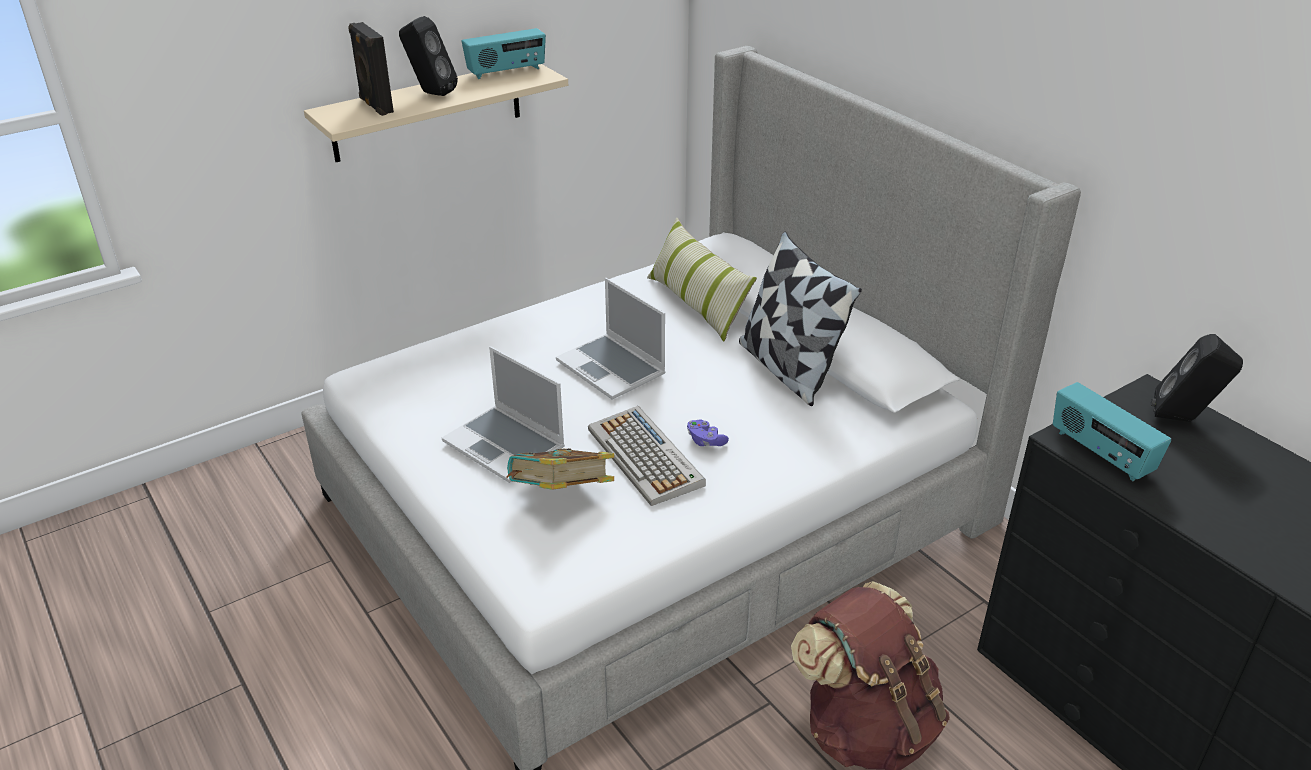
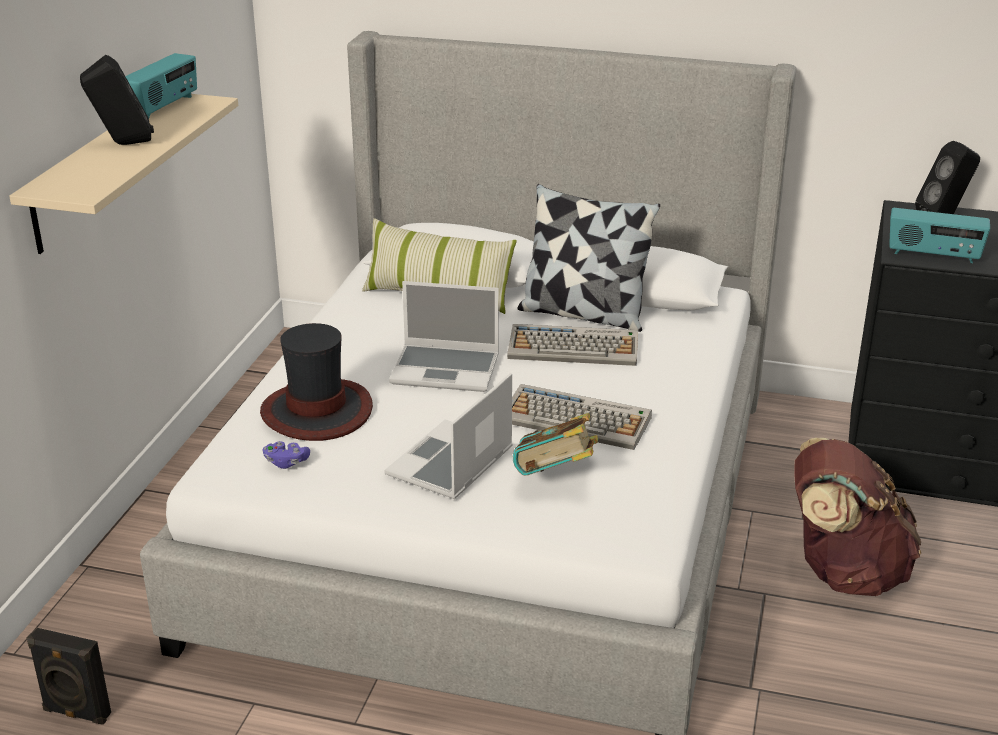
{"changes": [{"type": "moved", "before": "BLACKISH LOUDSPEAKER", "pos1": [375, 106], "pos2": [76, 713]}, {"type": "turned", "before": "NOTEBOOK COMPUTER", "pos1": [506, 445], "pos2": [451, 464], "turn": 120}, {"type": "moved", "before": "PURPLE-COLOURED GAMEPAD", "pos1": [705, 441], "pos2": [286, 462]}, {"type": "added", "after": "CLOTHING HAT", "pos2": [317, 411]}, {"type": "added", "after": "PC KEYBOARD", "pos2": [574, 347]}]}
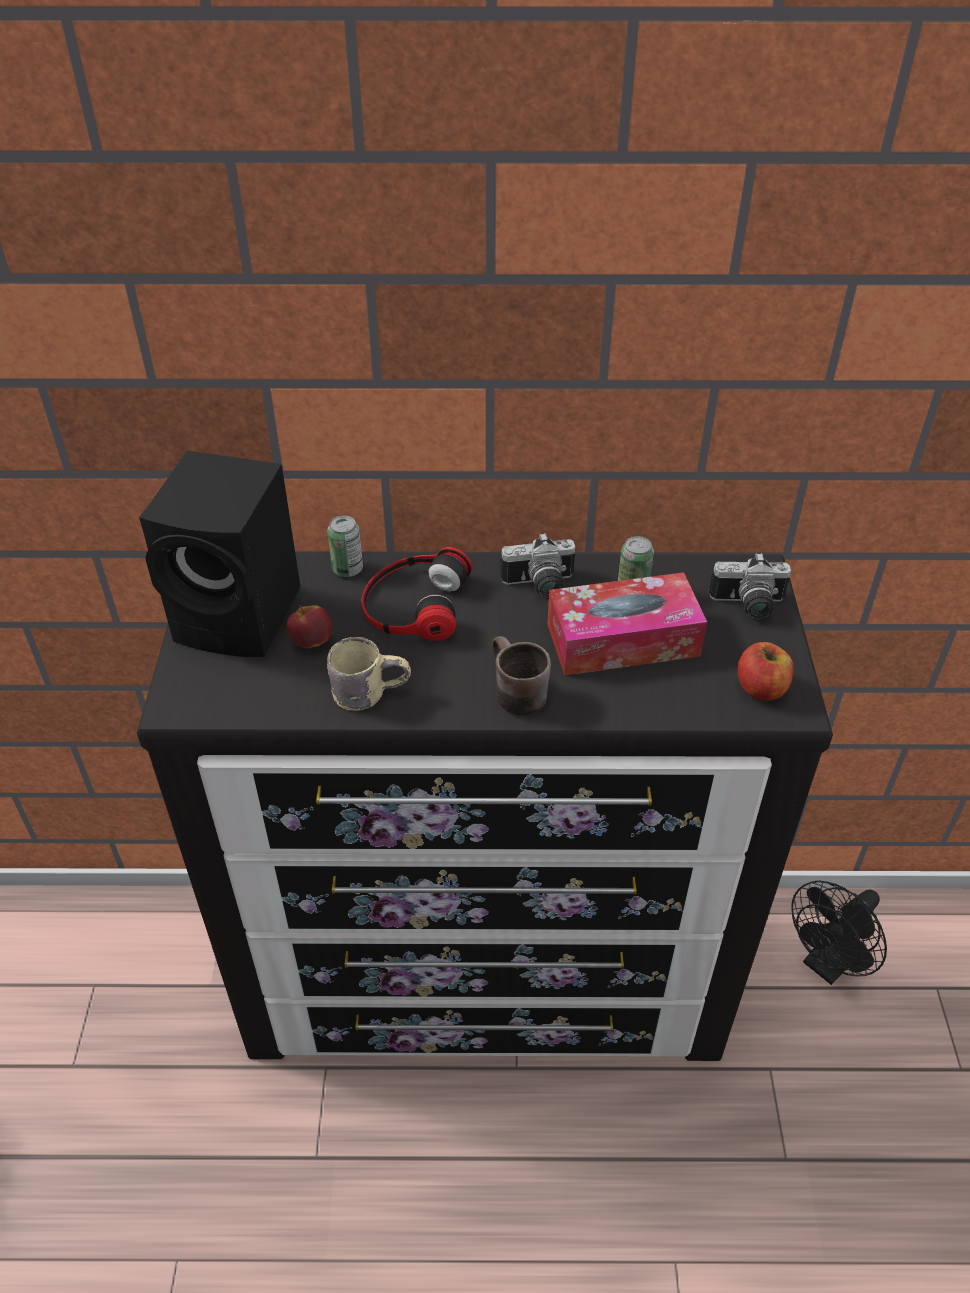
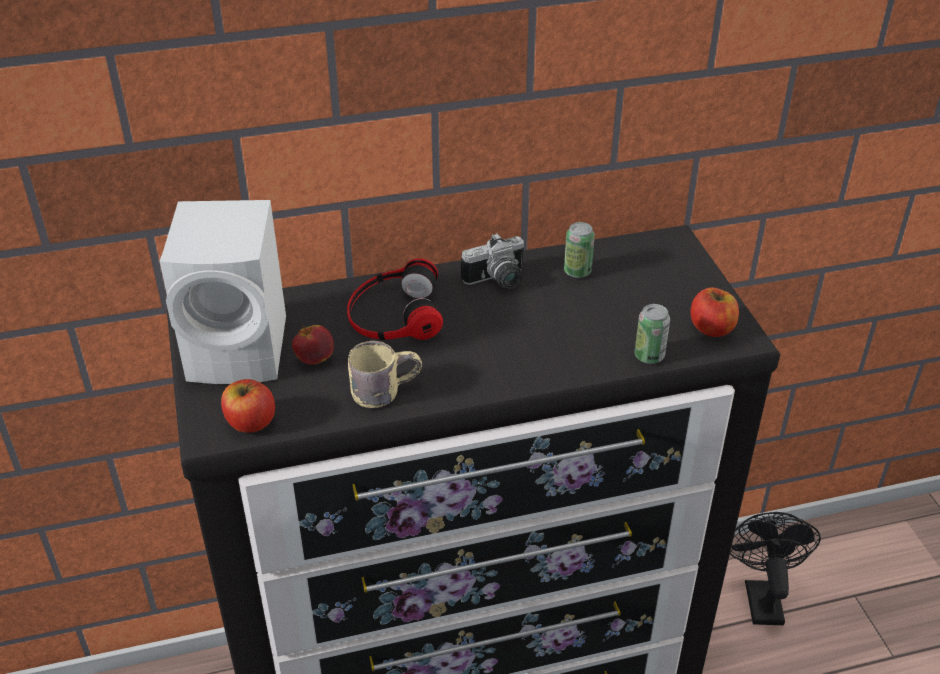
{"changes": [{"type": "recoloured", "before": "BLACKISH LOUDSPEAKER", "after": "WHITE-COLOURED LOUDSPEAKER", "pos1": [242, 616], "pos2": [242, 350]}, {"type": "moved", "before": "CAN", "pos1": [347, 569], "pos2": [649, 356]}, {"type": "removed", "before": "BROWN-COLOURED TEA MUG", "pos1": [512, 692]}, {"type": "removed", "before": "TISSUE HOLDER", "pos1": [622, 640]}, {"type": "removed", "before": "PHOTO CAMERA", "pos1": [748, 606]}, {"type": "turned", "before": "BLACKISH ELECTRIC FAN", "pos1": [828, 964], "pos2": [761, 596], "turn": 150}, {"type": "added", "after": "APPLE", "pos2": [250, 422]}]}
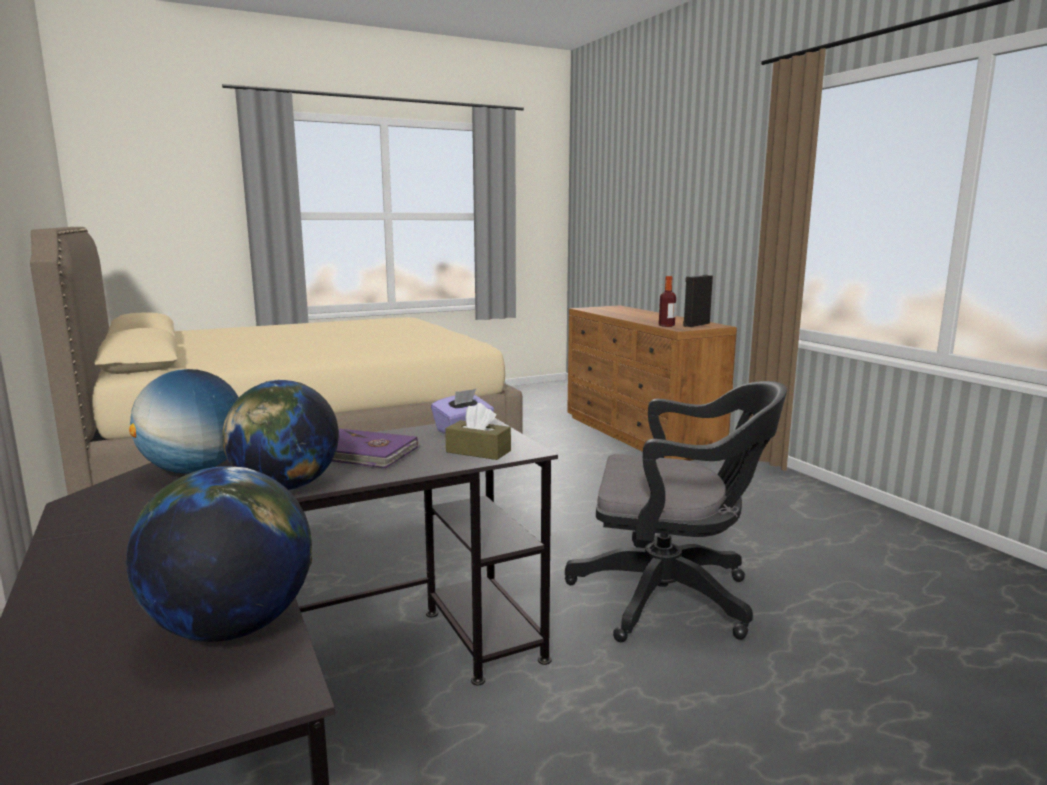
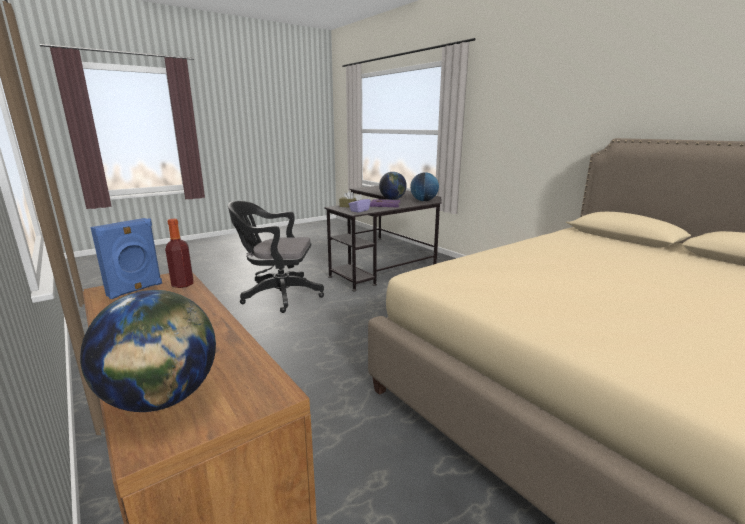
{"changes": [{"type": "moved", "before": "GLOBE", "pos1": [232, 628], "pos2": [162, 399]}, {"type": "recoloured", "before": "BLACKISH LOUDSPEAKER", "after": "BLUE LOUDSPEAKER", "pos1": [695, 325], "pos2": [136, 290]}]}
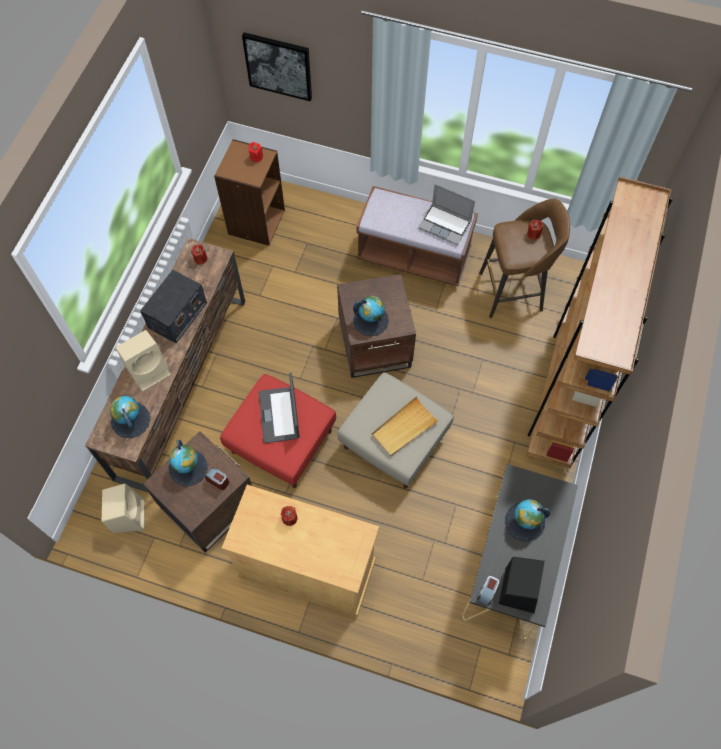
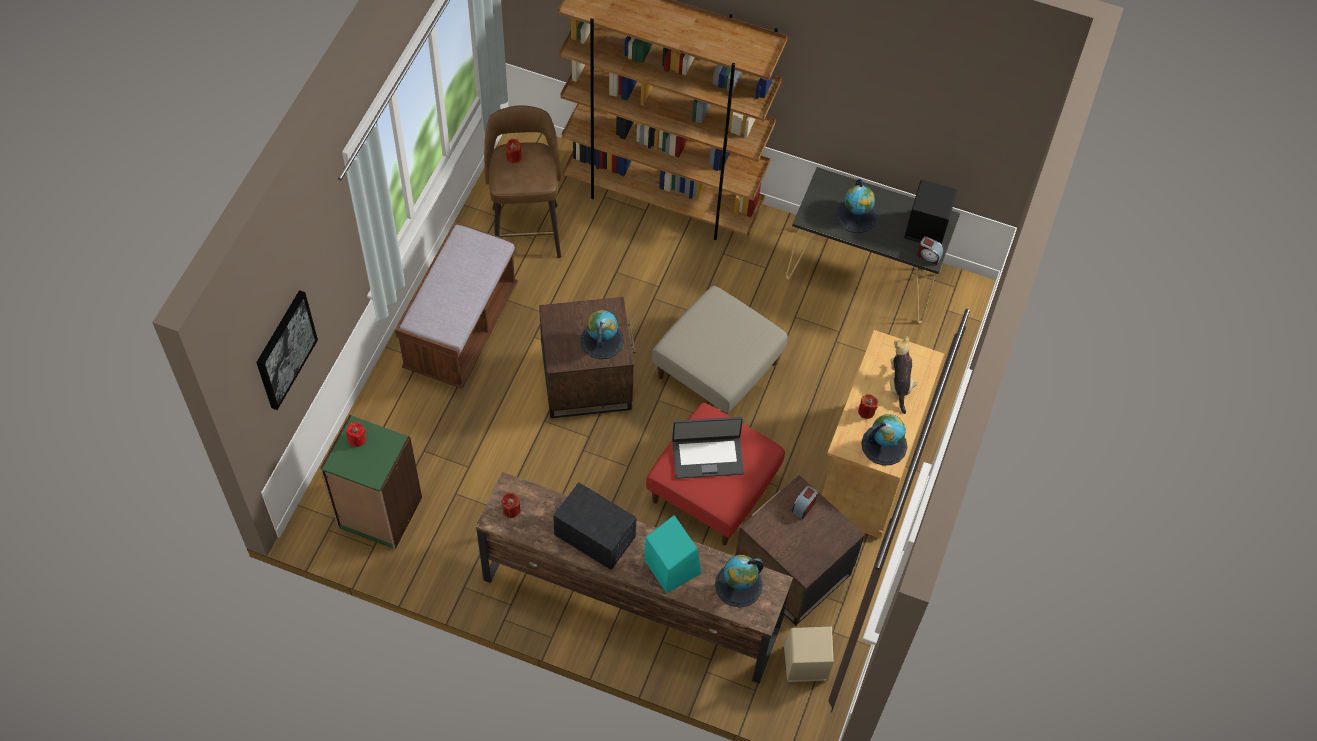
{"changes": [{"type": "recoloured", "before": "BEIGE-COLOURED LOUDSPEAKER", "after": "BLUE-GREEN LOUDSPEAKER", "pos1": [149, 370], "pos2": [671, 566]}, {"type": "moved", "before": "GLOBE", "pos1": [188, 467], "pos2": [884, 445]}, {"type": "recoloured", "before": "BROWN-COLOURED BOOKCASE", "after": "GREENISH BOOKCASE", "pos1": [255, 222], "pos2": [379, 513]}, {"type": "removed", "before": "BEIGE-COLOURED CARRYING TRAY", "pos1": [404, 428]}, {"type": "removed", "before": "NOTEBOOK COMPUTER", "pos1": [445, 224]}, {"type": "added", "after": "SOFT TOY", "pos2": [899, 383]}]}
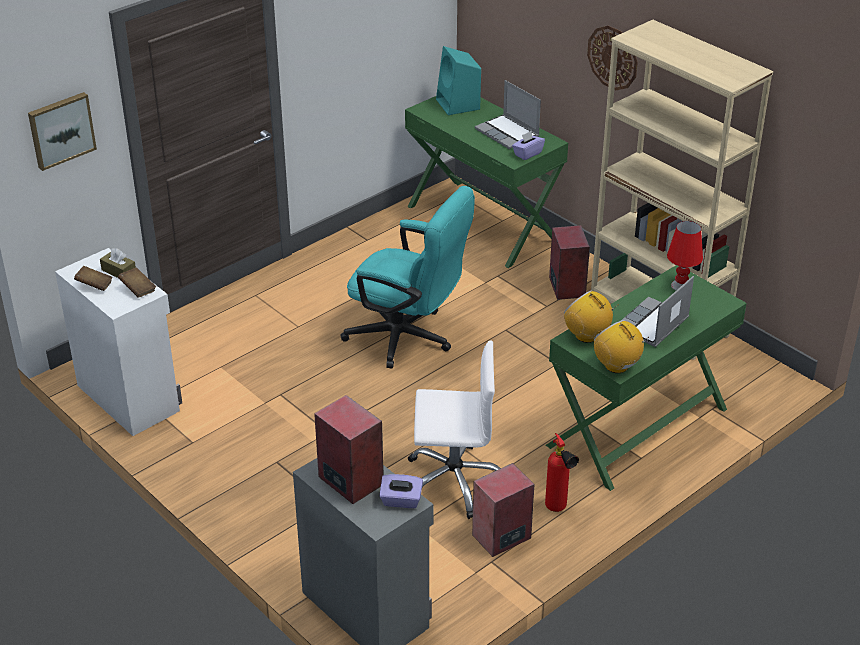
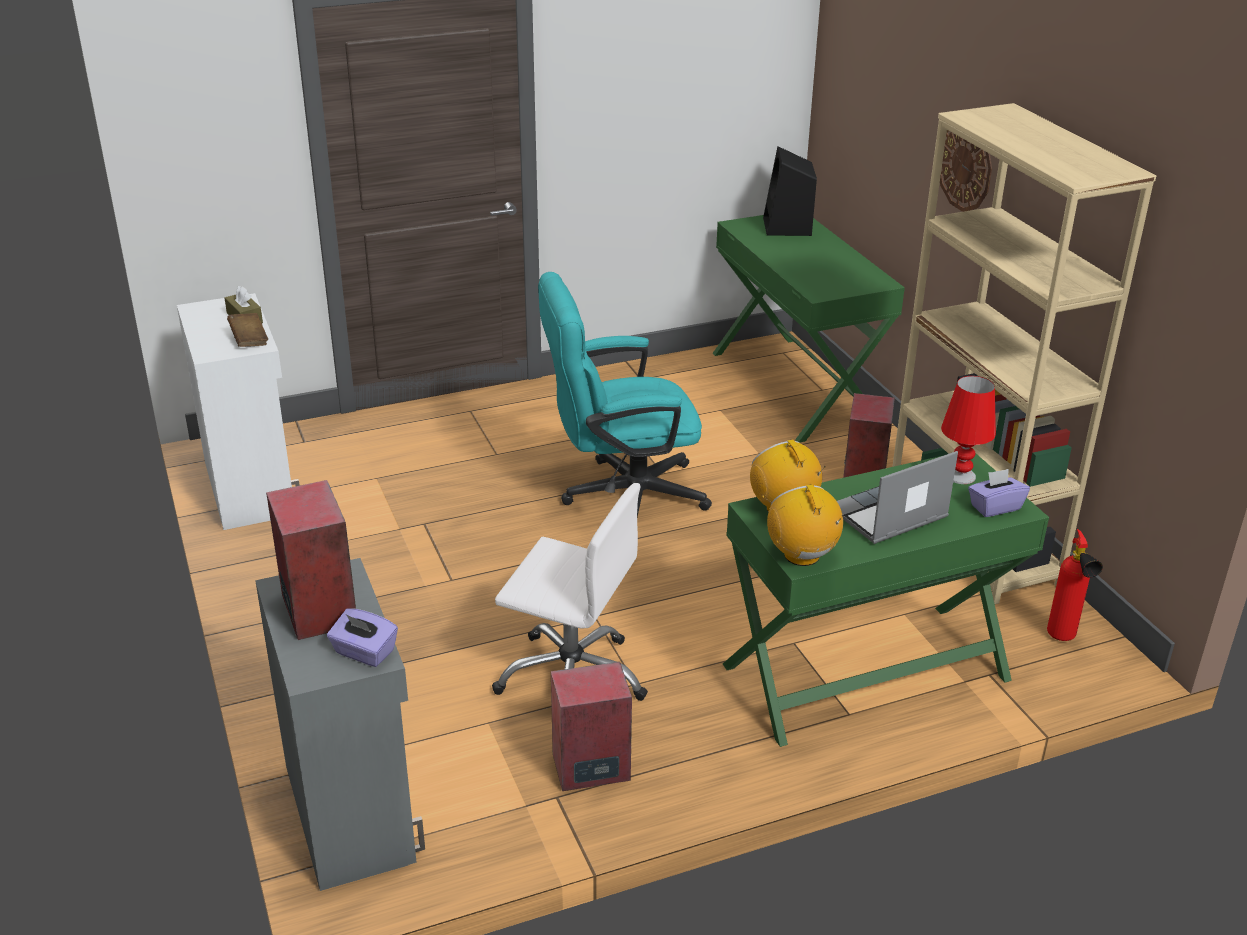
{"changes": [{"type": "removed", "before": "PICTURE", "pos1": [61, 130]}, {"type": "removed", "before": "BROWN-COLOURED BOOK", "pos1": [94, 285]}, {"type": "turned", "before": "BLUE-GREEN COMPUTER CHAIR", "pos1": [408, 338], "pos2": [621, 495], "turn": 120}, {"type": "recoloured", "before": "BLUE-GREEN LOUDSPEAKER", "after": "BLACKISH LOUDSPEAKER", "pos1": [458, 105], "pos2": [787, 227]}, {"type": "removed", "before": "NOTEBOOK COMPUTER", "pos1": [508, 133]}, {"type": "moved", "before": "PURPLE-COLOURED TISSUE HOLDER", "pos1": [527, 154], "pos2": [995, 507]}, {"type": "moved", "before": "FIRE-FIGHTING CYLINDER", "pos1": [558, 510], "pos2": [1063, 639]}]}
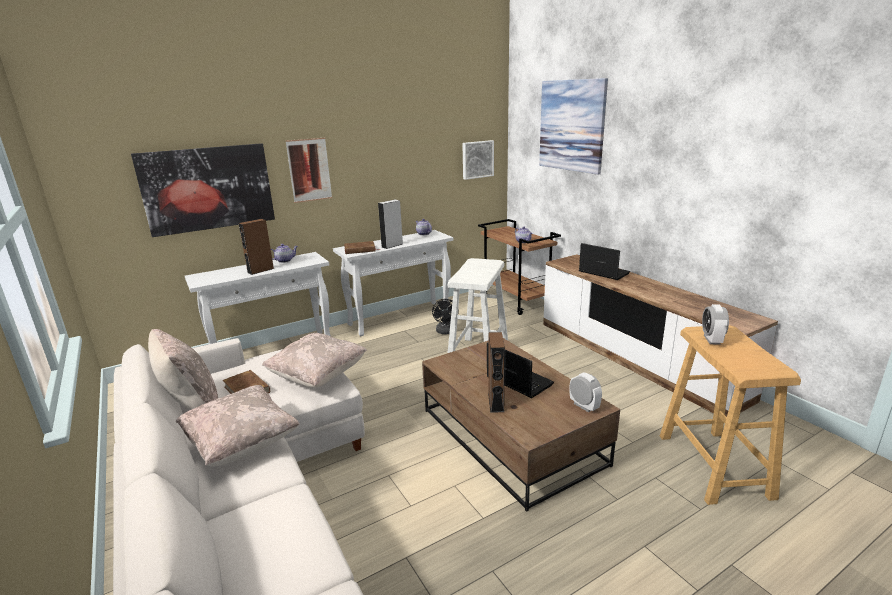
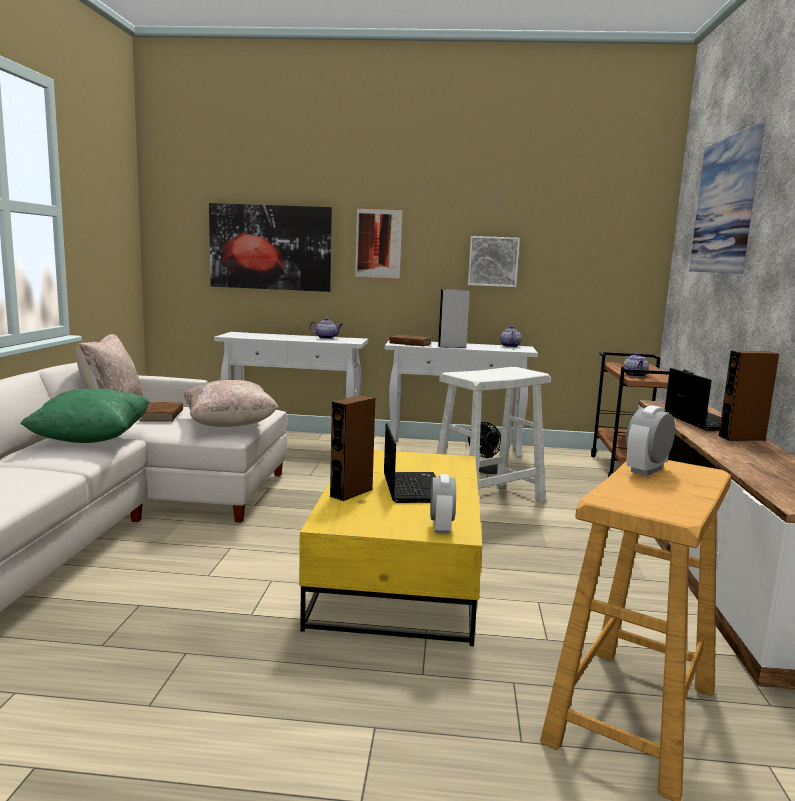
{"changes": [{"type": "recoloured", "before": "BEIGE-COLOURED THROW PILLOW", "after": "GREENISH THROW PILLOW", "pos1": [242, 444], "pos2": [92, 439]}, {"type": "moved", "before": "BROWN-COLOURED LOUDSPEAKER", "pos1": [260, 270], "pos2": [741, 438]}, {"type": "recoloured", "before": "BROWN-COLOURED LOW TABLE", "after": "YELLOWISH LOW TABLE", "pos1": [509, 436], "pos2": [398, 570]}, {"type": "moved", "before": "PICTURE", "pos1": [477, 159], "pos2": [493, 261]}]}
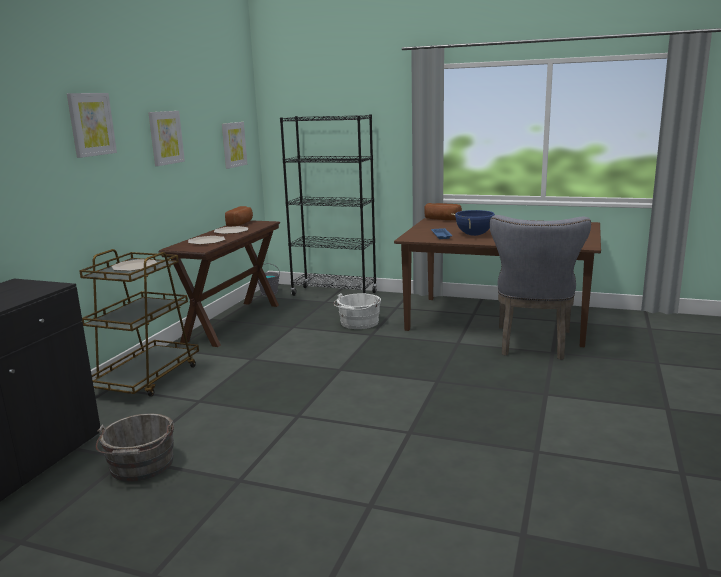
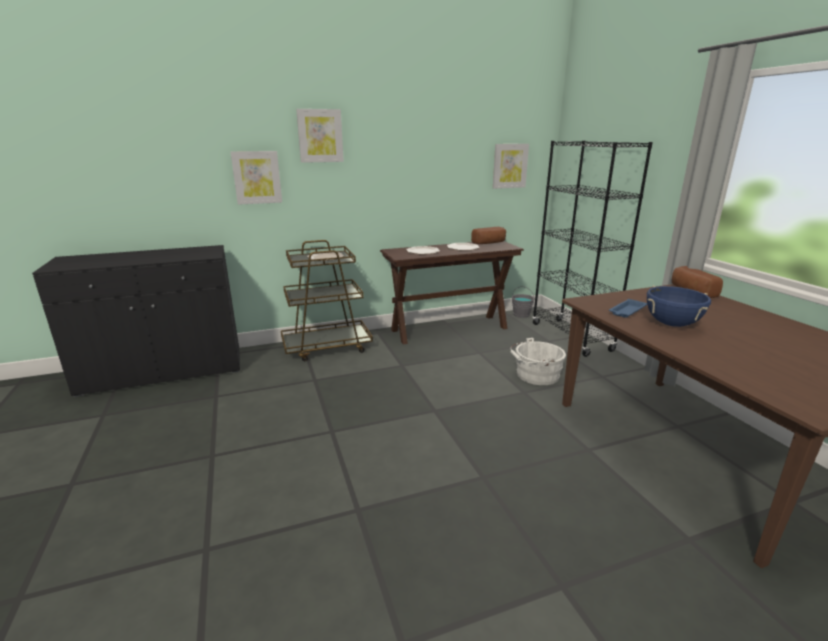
{"changes": [{"type": "removed", "before": "GREY BUCKET", "pos1": [141, 466]}, {"type": "moved", "before": "PICTURE", "pos1": [165, 137], "pos2": [257, 177]}, {"type": "removed", "before": "GREY PLAIN CHAIR", "pos1": [533, 345]}]}
